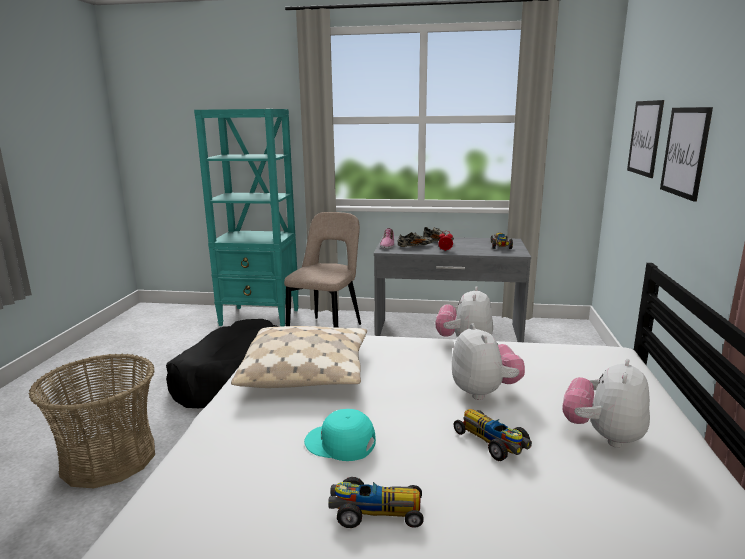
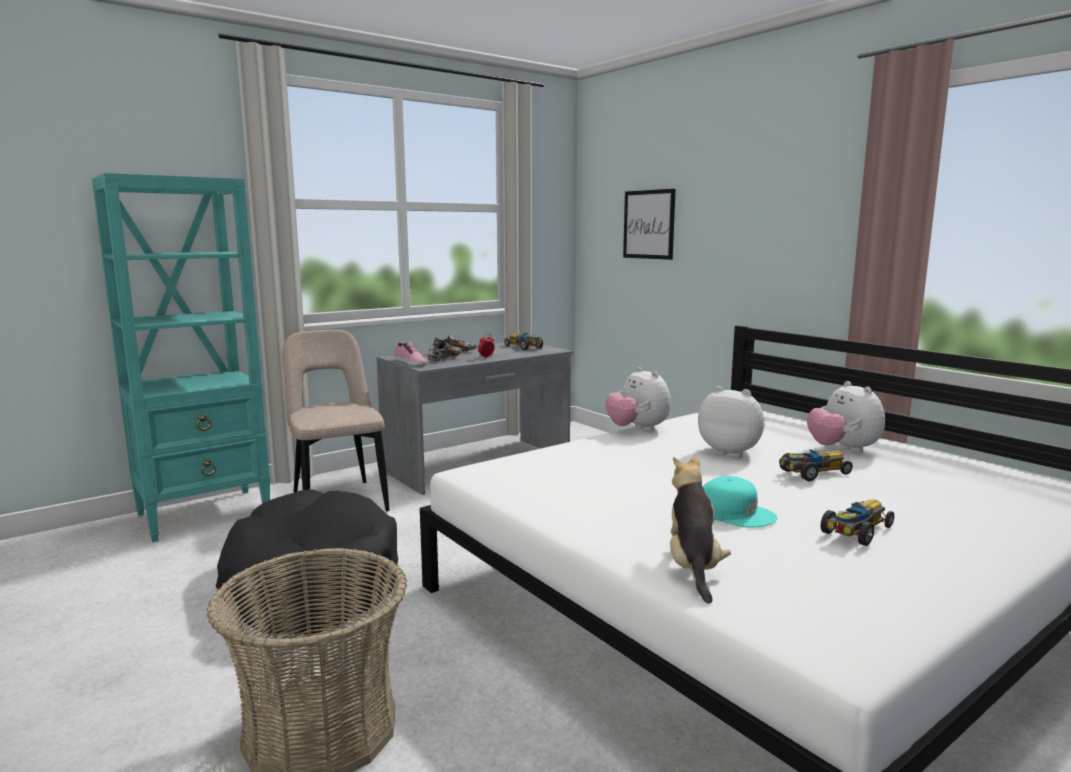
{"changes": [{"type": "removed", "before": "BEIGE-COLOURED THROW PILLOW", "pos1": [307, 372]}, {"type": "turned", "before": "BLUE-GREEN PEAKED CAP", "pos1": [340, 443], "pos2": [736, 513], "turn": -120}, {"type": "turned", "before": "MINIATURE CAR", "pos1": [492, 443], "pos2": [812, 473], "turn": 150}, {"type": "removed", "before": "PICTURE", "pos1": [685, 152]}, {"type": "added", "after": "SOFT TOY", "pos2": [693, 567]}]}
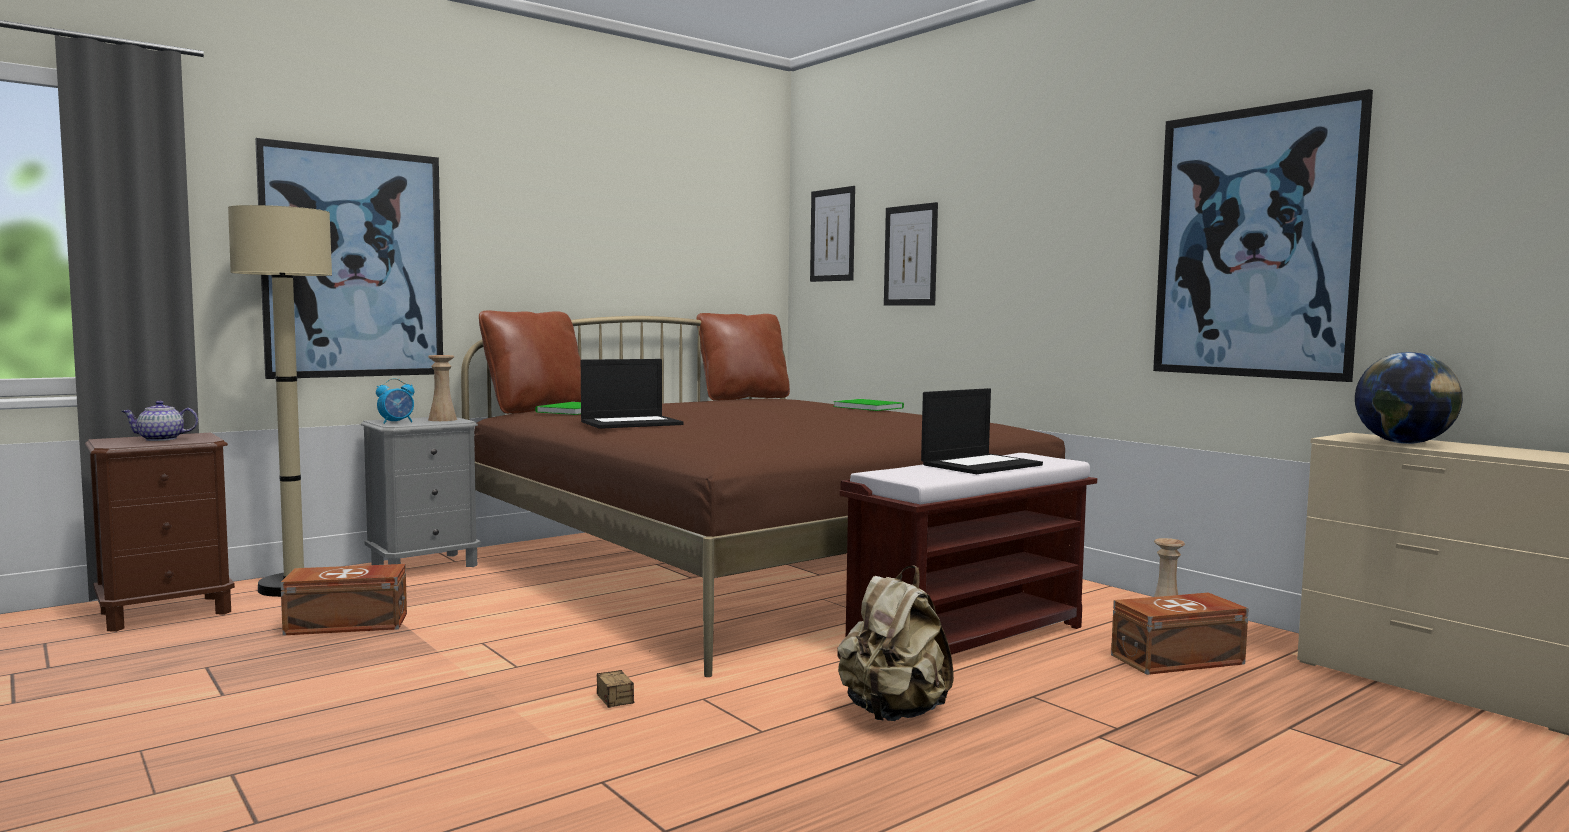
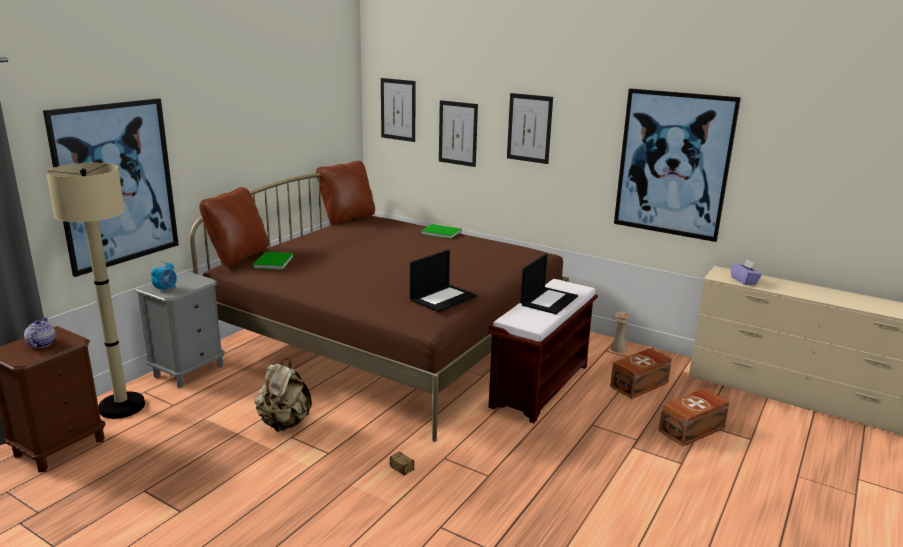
{"changes": [{"type": "turned", "before": "TEA POT", "pos1": [161, 439], "pos2": [41, 344], "turn": 120}, {"type": "moved", "before": "BROWN-COLOURED STORAGE CONTAINER", "pos1": [348, 624], "pos2": [693, 429]}, {"type": "removed", "before": "BEIGE-COLOURED DECORATIVE VASE", "pos1": [442, 419]}, {"type": "moved", "before": "NOTEBOOK COMPUTER", "pos1": [632, 423], "pos2": [443, 298]}, {"type": "moved", "before": "BEIGE-COLOURED BACKPACK", "pos1": [893, 713], "pos2": [284, 423]}, {"type": "replaced", "before": "GLOBE", "after": "PURPLE-COLOURED TISSUE HOLDER", "pos1": [1403, 443], "pos2": [744, 281]}, {"type": "added", "after": "PICTURE", "pos2": [529, 128]}]}
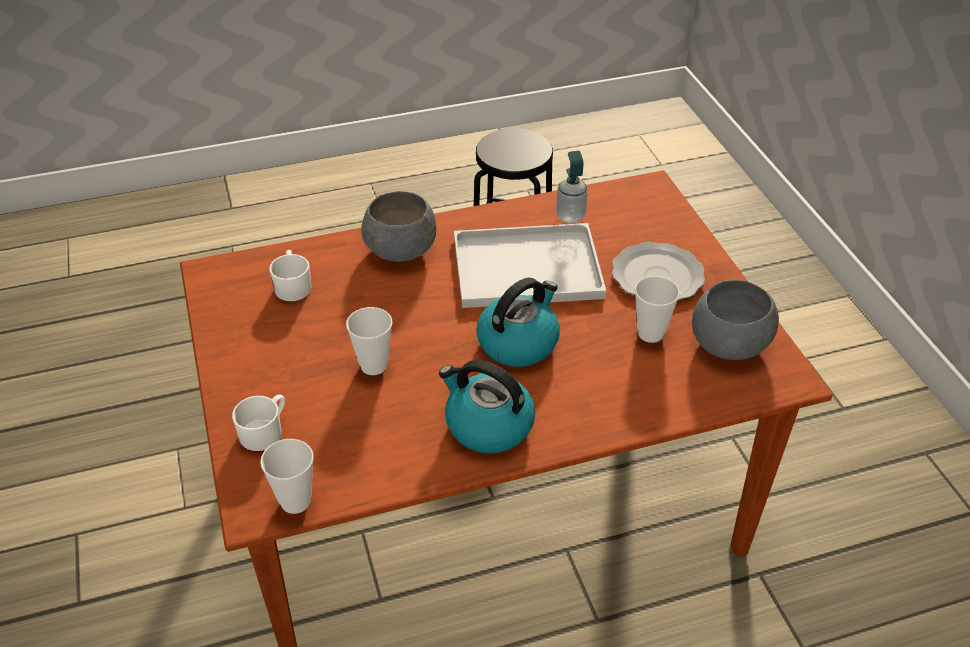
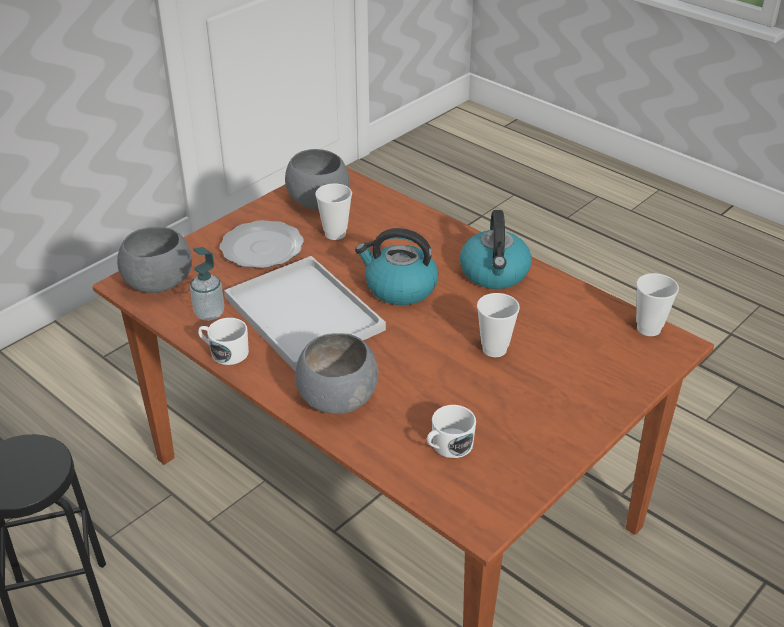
{"changes": [{"type": "moved", "before": "WHITE-COLOURED TEA MUG", "pos1": [265, 431], "pos2": [225, 352]}, {"type": "added", "after": "GREY BOWL", "pos2": [160, 282]}]}
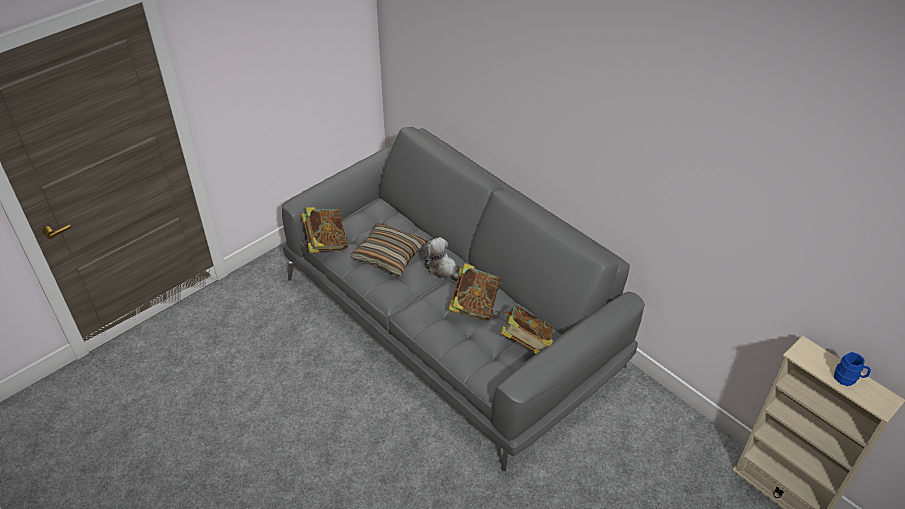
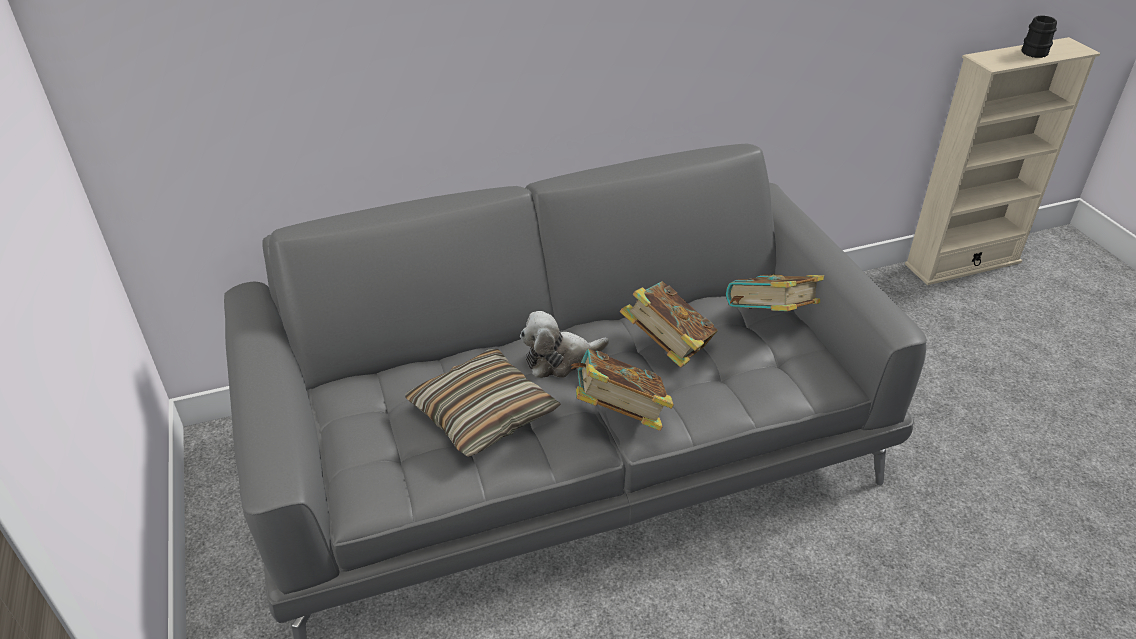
{"changes": [{"type": "moved", "before": "BOOK", "pos1": [326, 243], "pos2": [619, 415]}, {"type": "recoloured", "before": "BLUE TEA MUG", "after": "BLACKISH TEA MUG", "pos1": [848, 378], "pos2": [1036, 51]}]}
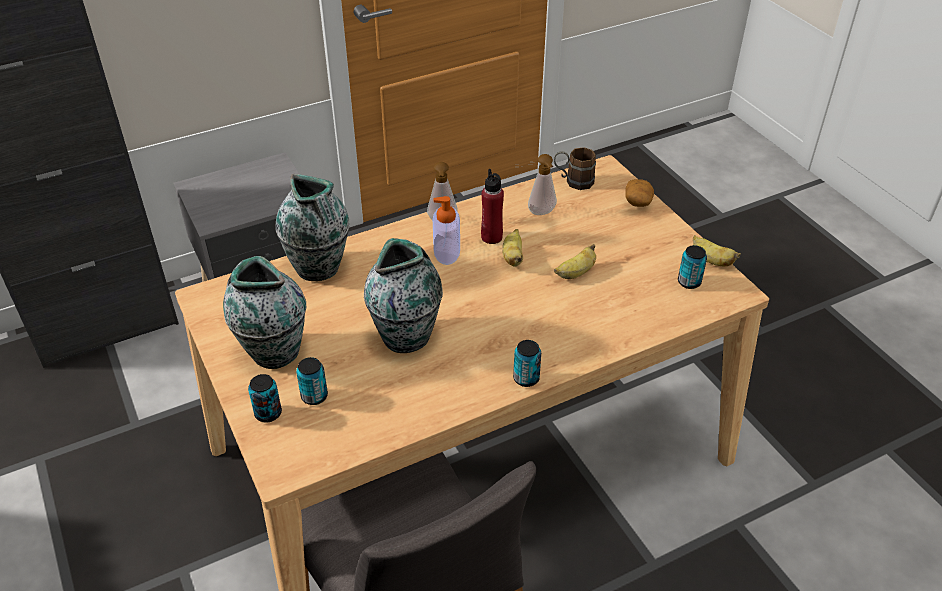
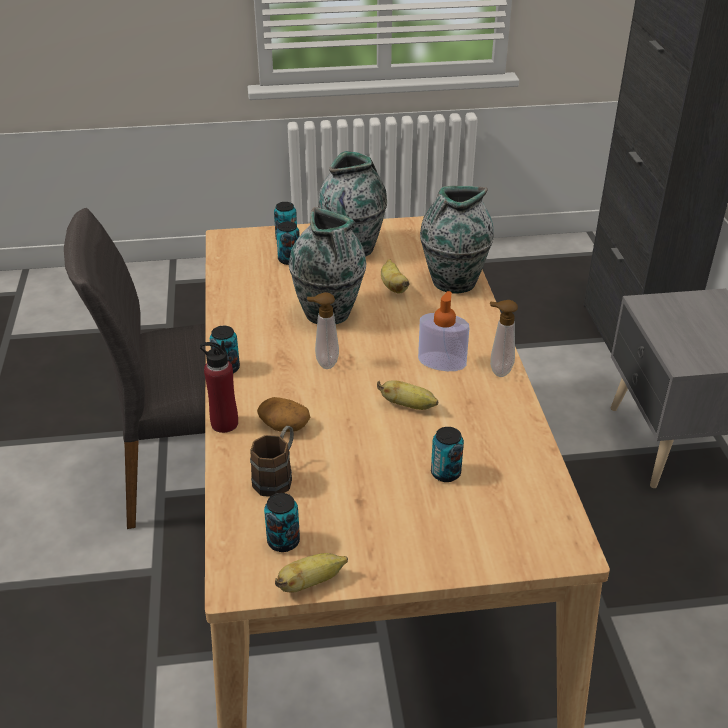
{"changes": [{"type": "moved", "before": "RED BOTTLE", "pos1": [491, 237], "pos2": [224, 423]}, {"type": "moved", "before": "SOAP BOTTLE", "pos1": [542, 213], "pos2": [324, 363]}, {"type": "moved", "before": "BROWN-COLOURED TEA MUG", "pos1": [573, 181], "pos2": [277, 476]}, {"type": "moved", "before": "BANANA", "pos1": [575, 273], "pos2": [393, 287]}, {"type": "moved", "before": "POTATO", "pos1": [638, 202], "pos2": [283, 425]}, {"type": "added", "after": "CAN", "pos2": [445, 473]}]}
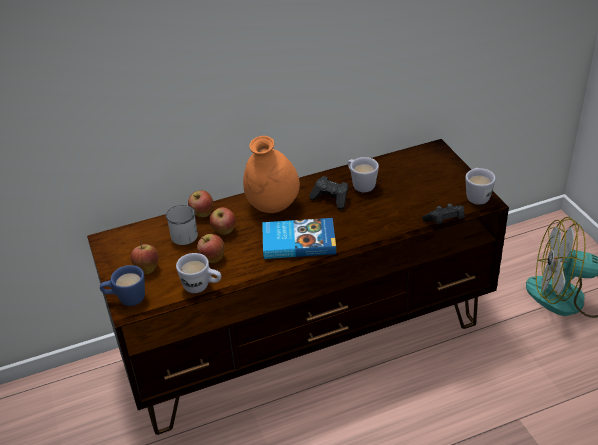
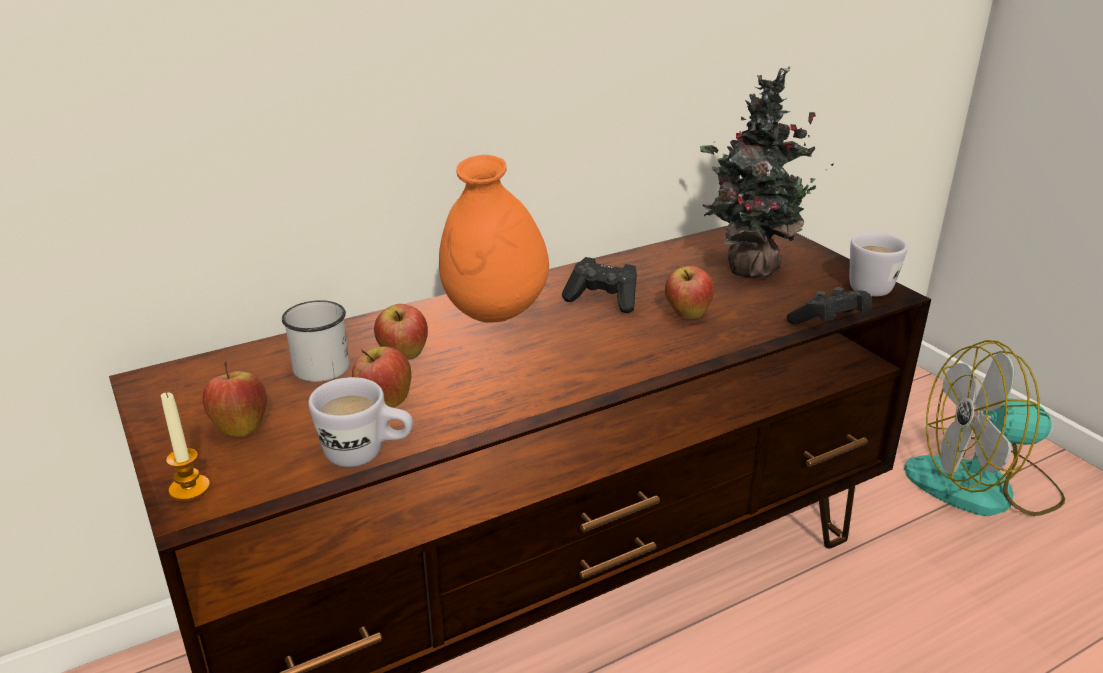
{"changes": [{"type": "replaced", "before": "BLUE TEA MUG", "after": "CANDLE", "pos1": [126, 299], "pos2": [189, 489]}, {"type": "moved", "before": "APPLE", "pos1": [202, 214], "pos2": [687, 315]}, {"type": "removed", "before": "BOOK", "pos1": [298, 241]}, {"type": "removed", "before": "WHITE-COLOURED TEA MUG", "pos1": [360, 184]}, {"type": "added", "after": "POTTED PLANT", "pos2": [747, 269]}]}
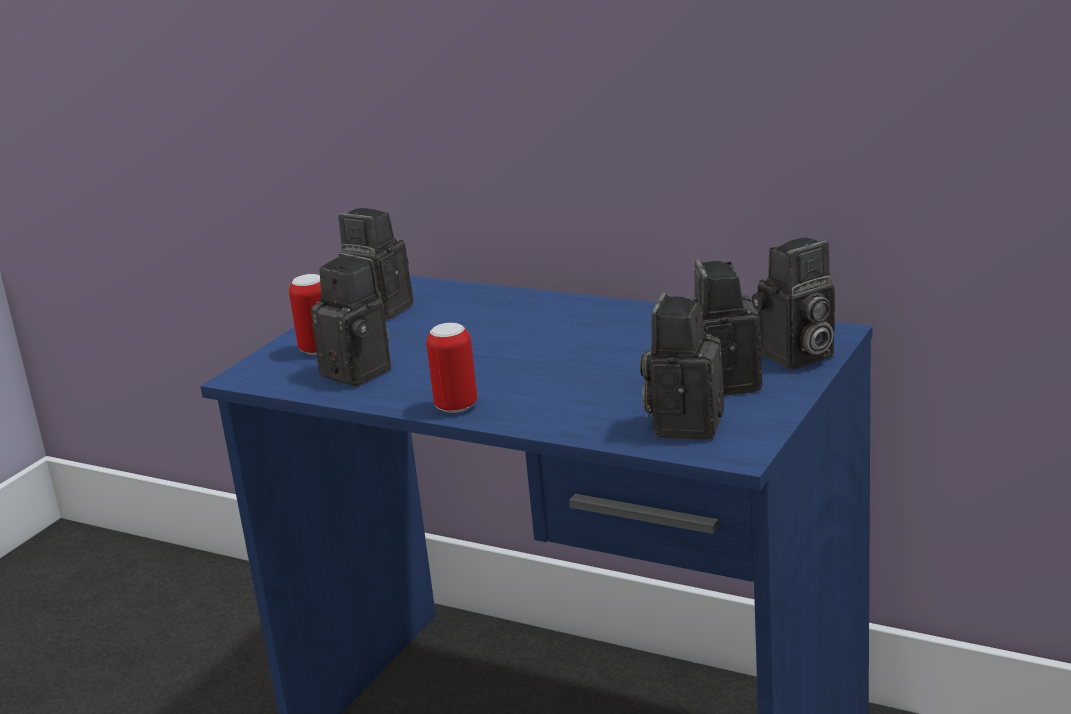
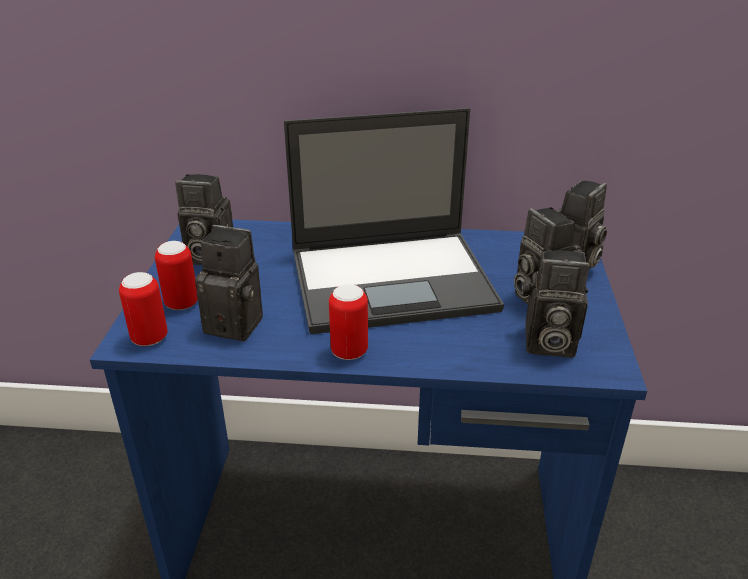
{"changes": [{"type": "turned", "before": "PHOTO CAMERA", "pos1": [684, 423], "pos2": [546, 343], "turn": -75}, {"type": "added", "after": "CAN", "pos2": [149, 338]}, {"type": "added", "after": "NOTEBOOK COMPUTER", "pos2": [394, 280]}]}
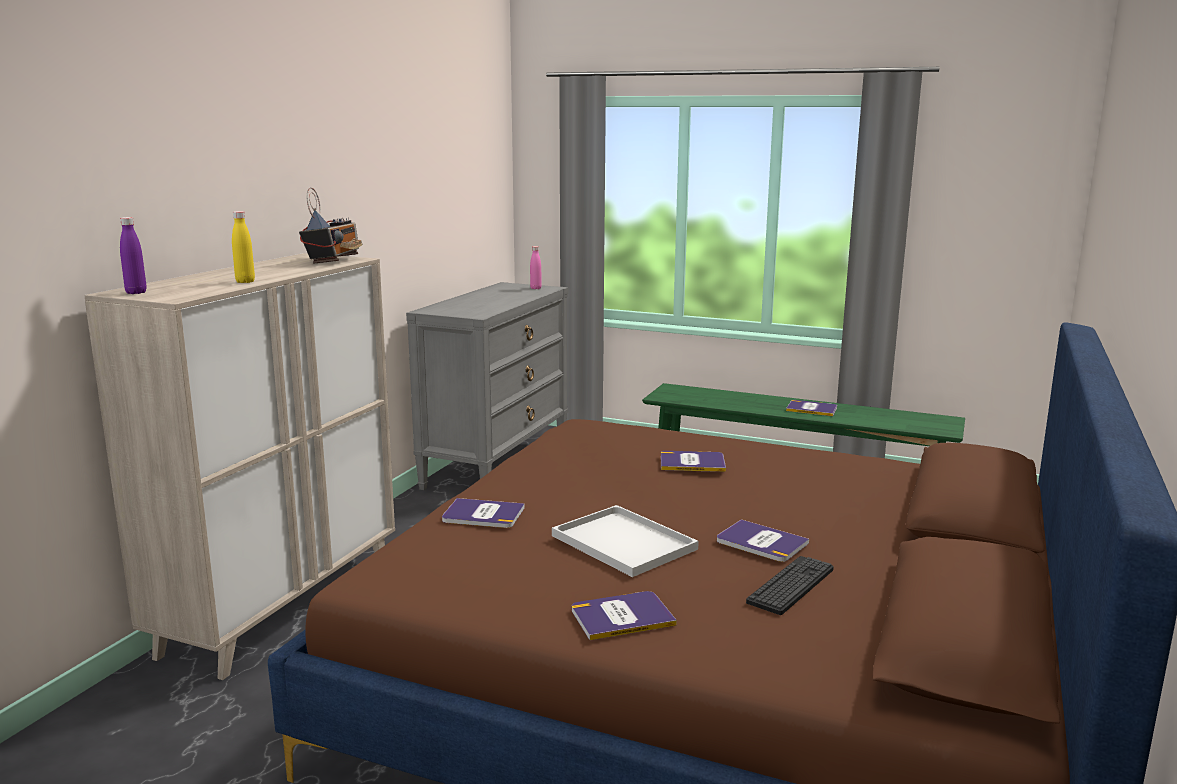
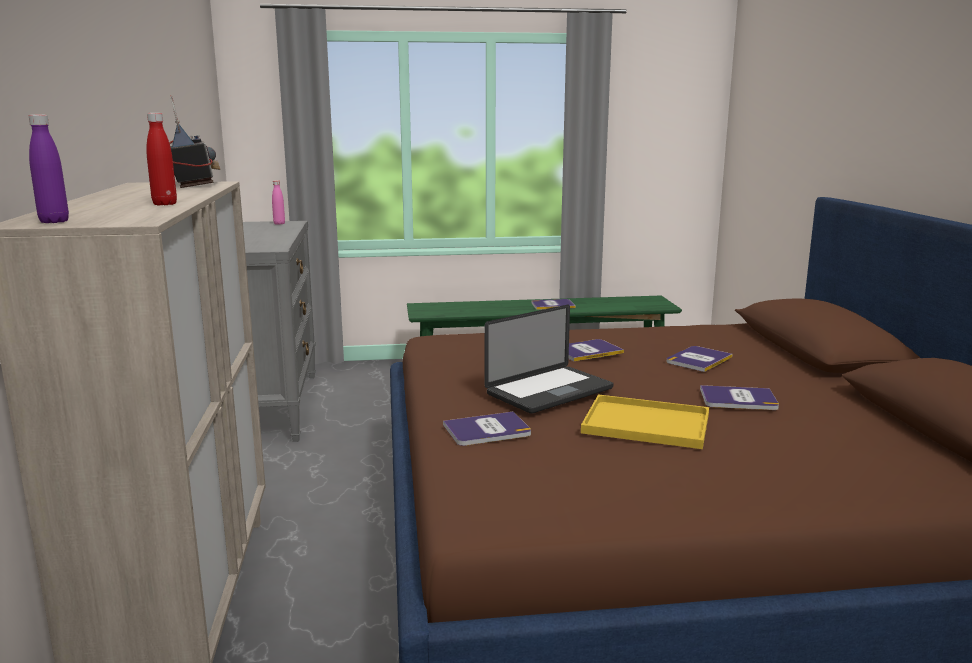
{"changes": [{"type": "recoloured", "before": "YELLOWISH BOTTLE", "after": "RED BOTTLE", "pos1": [245, 281], "pos2": [165, 204]}, {"type": "recoloured", "before": "WHITE-COLOURED CARRYING TRAY", "after": "YELLOWISH CARRYING TRAY", "pos1": [626, 543], "pos2": [649, 423]}, {"type": "moved", "before": "BOOK", "pos1": [622, 616], "pos2": [698, 360]}, {"type": "removed", "before": "PC KEYBOARD", "pos1": [791, 585]}, {"type": "added", "after": "NOTEBOOK COMPUTER", "pos2": [549, 391]}]}
